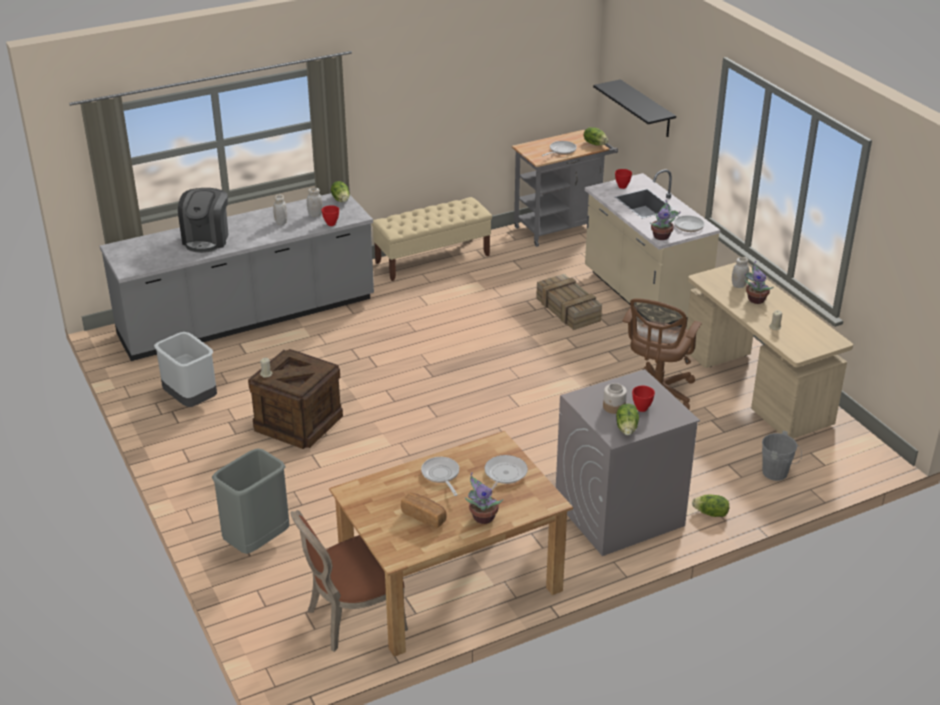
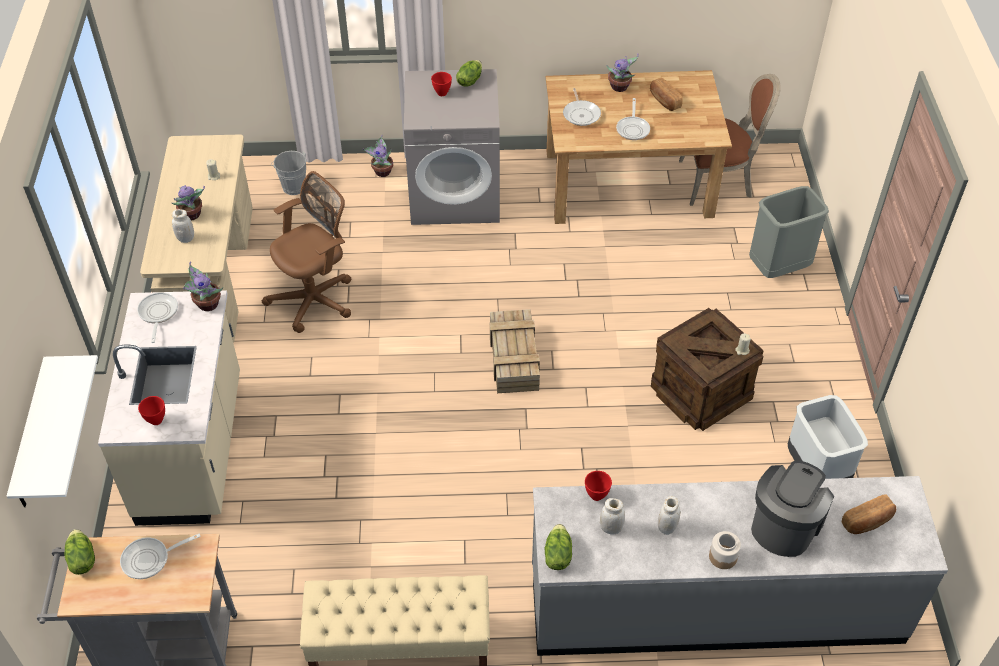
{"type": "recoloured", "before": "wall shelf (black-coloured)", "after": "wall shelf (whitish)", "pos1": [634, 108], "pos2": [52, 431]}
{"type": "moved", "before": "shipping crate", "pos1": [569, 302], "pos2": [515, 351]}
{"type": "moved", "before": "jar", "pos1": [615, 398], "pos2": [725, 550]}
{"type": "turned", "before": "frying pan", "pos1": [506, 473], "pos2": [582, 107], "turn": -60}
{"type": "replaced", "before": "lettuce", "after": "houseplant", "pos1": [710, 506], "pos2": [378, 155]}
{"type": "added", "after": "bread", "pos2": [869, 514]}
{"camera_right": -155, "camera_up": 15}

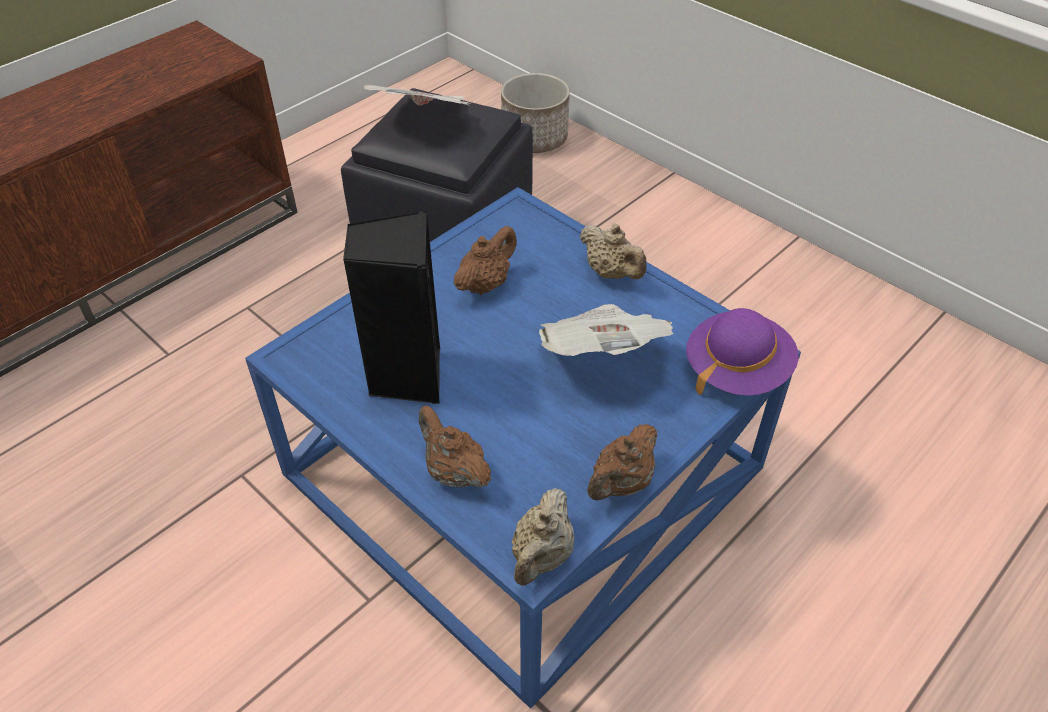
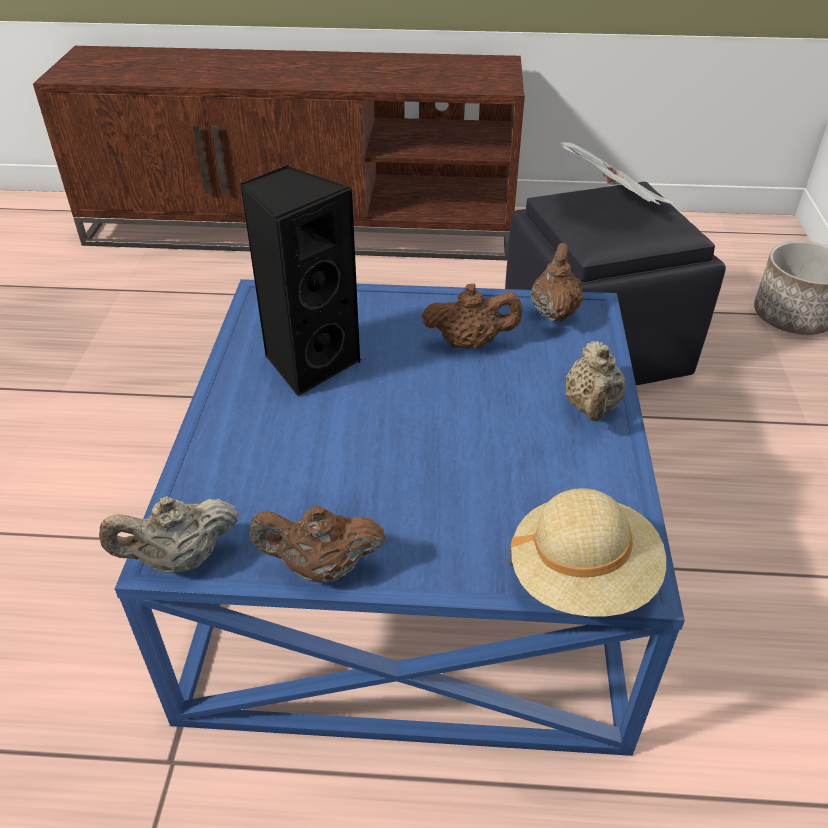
{"type": "removed", "before": "daily paper", "pos1": [606, 330]}
{"type": "recoloured", "before": "hat (purple)", "after": "hat (sand-coloured)", "pos1": [742, 352], "pos2": [587, 552]}
{"type": "moved", "before": "teapot (brown-coloured)", "pos1": [455, 447], "pos2": [557, 282]}
{"camera_right": 50, "camera_up": -5}

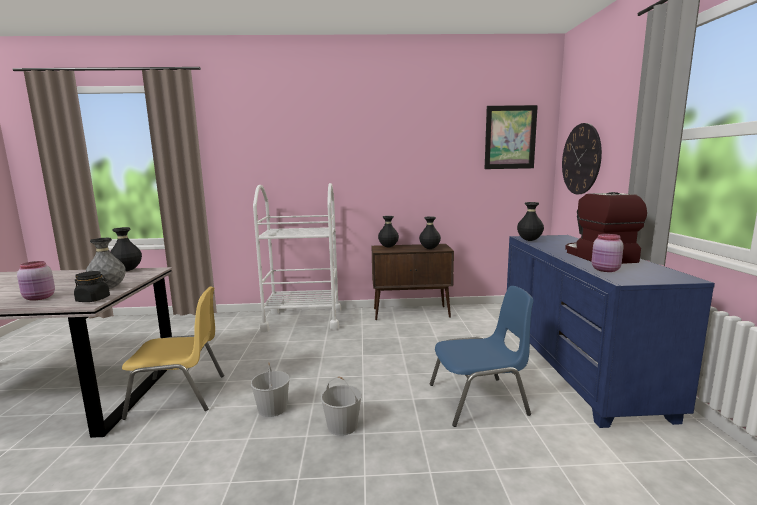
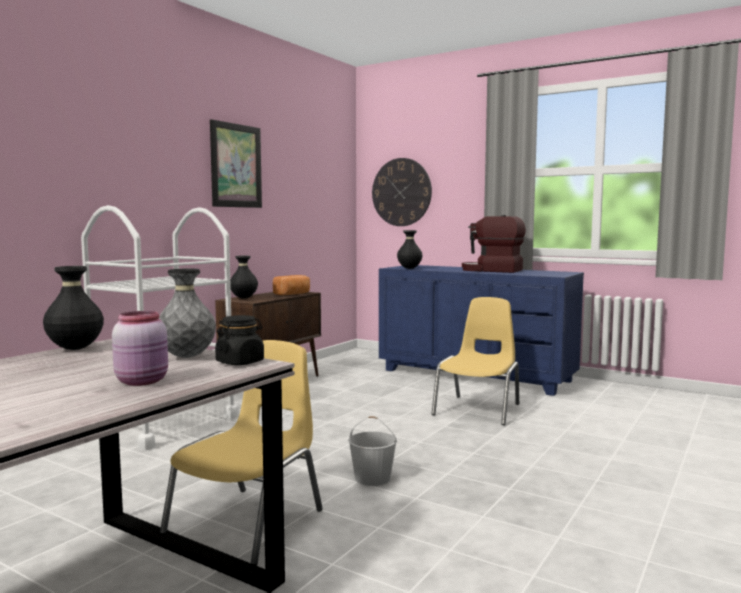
{"type": "moved", "before": "wall picture", "pos1": [511, 137], "pos2": [236, 163]}
{"type": "replaced", "before": "decorative vase (black-coloured)", "after": "bread", "pos1": [430, 232], "pos2": [291, 285]}
{"type": "removed", "before": "jar (pink)", "pos1": [608, 253]}
{"type": "recoloured", "before": "plain chair (bluish)", "after": "plain chair (yellowish)", "pos1": [481, 356], "pos2": [475, 361]}
{"type": "removed", "before": "water bucket (whitish)", "pos1": [341, 406]}
{"camera_right": -55, "camera_up": -5}

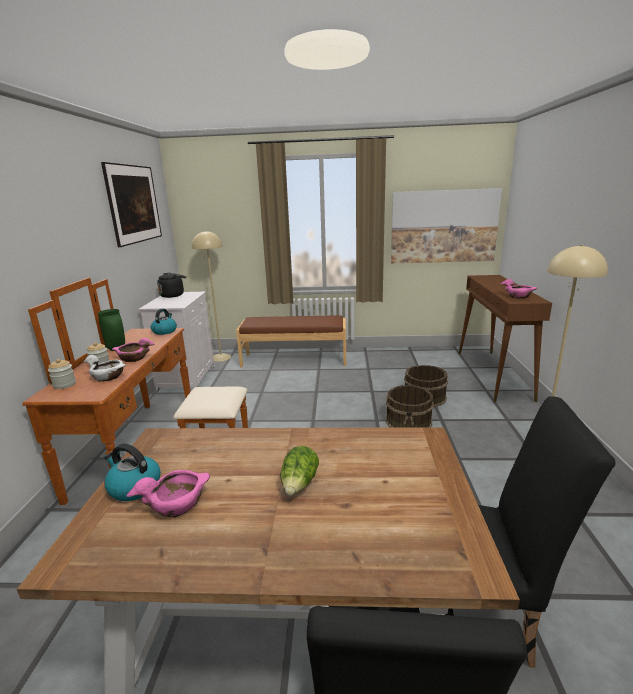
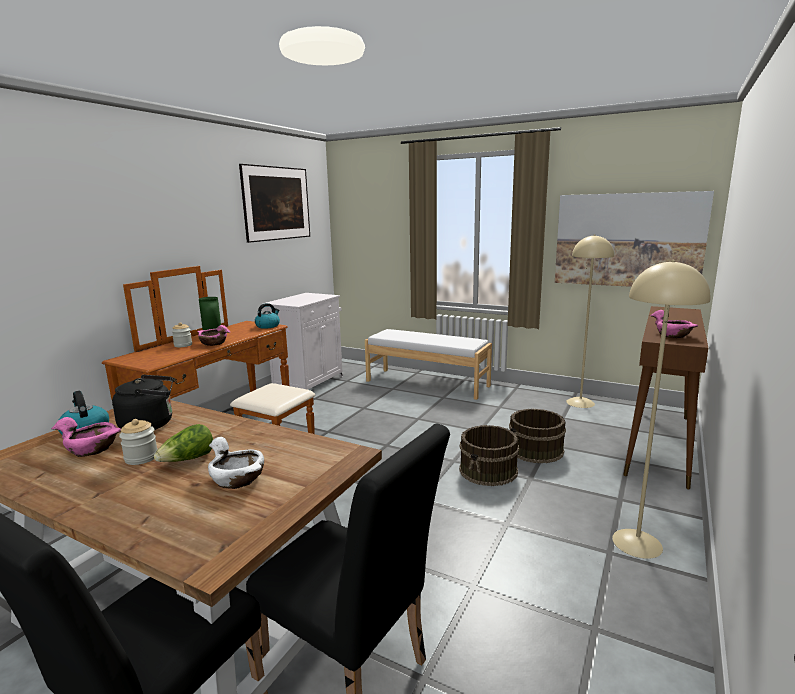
{"type": "moved", "before": "standard lamp (sand-coloured)", "pos1": [211, 296], "pos2": [590, 321]}
{"type": "moved", "before": "tea kettle (black-coloured)", "pos1": [171, 285], "pos2": [142, 402]}
{"type": "recoloured", "before": "indoor bench (brown-coloured)", "after": "indoor bench (whitish)", "pos1": [291, 342], "pos2": [428, 364]}
{"type": "moved", "before": "deep dish (whitish)", "pos1": [104, 368], "pos2": [236, 463]}
{"type": "moved", "before": "jar", "pos1": [62, 374], "pos2": [138, 442]}
{"camera_right": 25, "camera_up": -5}

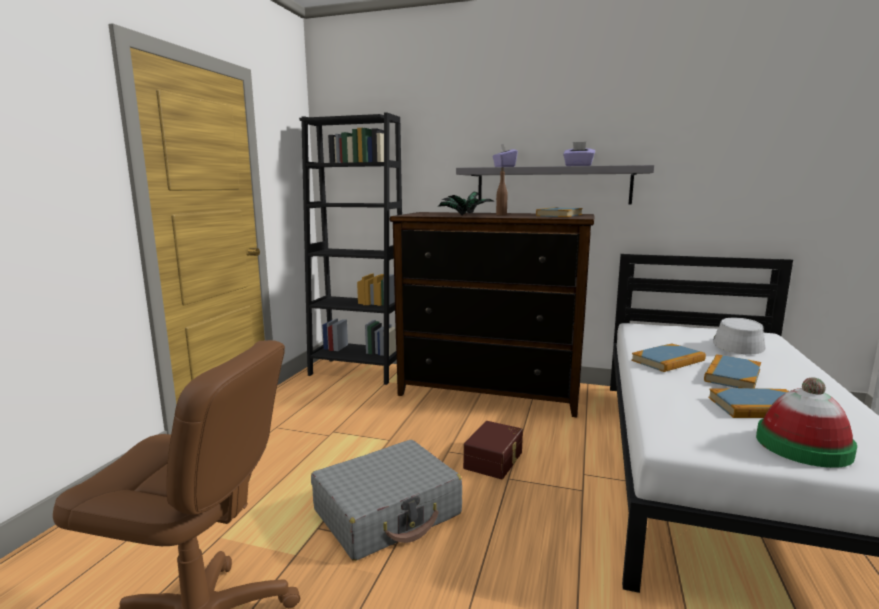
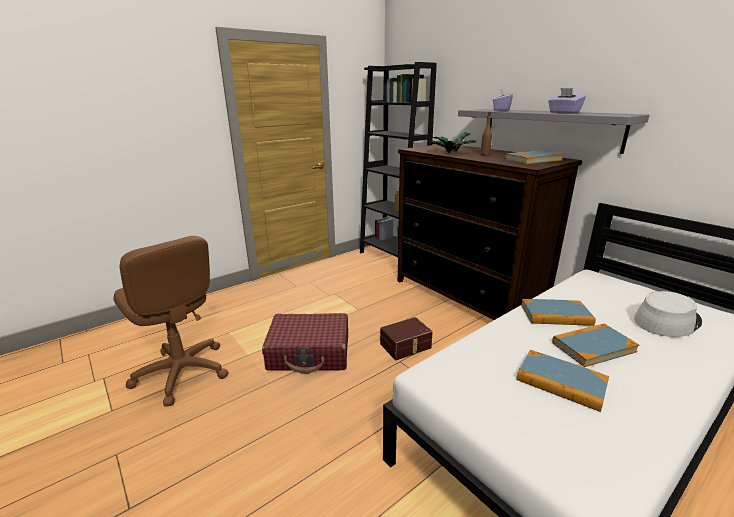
{"type": "removed", "before": "hat", "pos1": [806, 422]}
{"type": "recoloured", "before": "suitcase (grey)", "after": "suitcase (red-coloured)", "pos1": [386, 500], "pos2": [305, 343]}
{"camera_right": 35, "camera_up": 10}

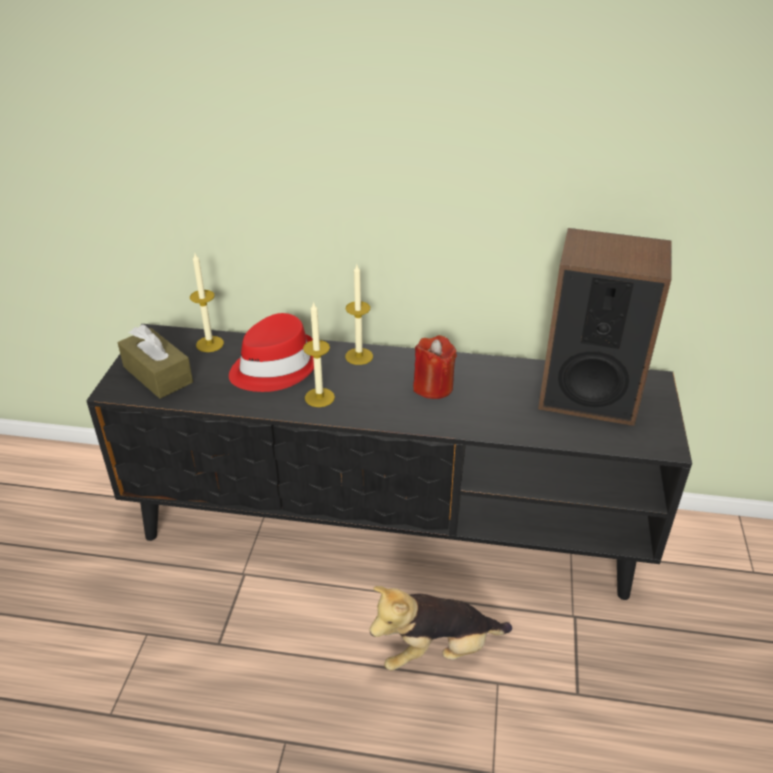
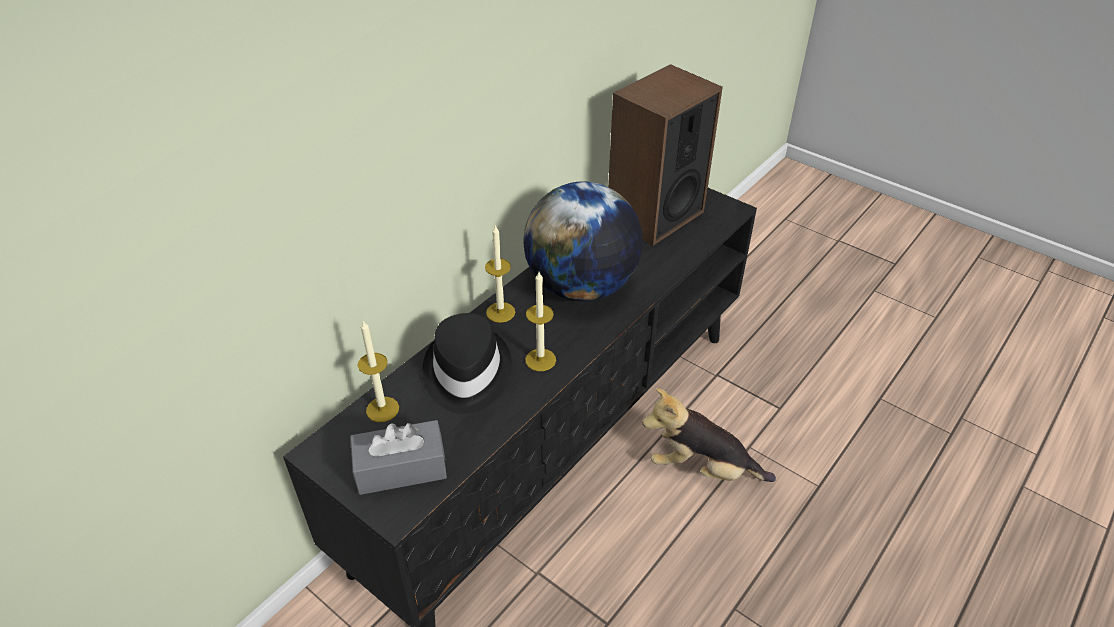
{"type": "recoloured", "before": "hat (red-coloured)", "after": "hat (black-coloured)", "pos1": [271, 352], "pos2": [467, 363]}
{"type": "recoloured", "before": "box of tissues (brown-coloured)", "after": "box of tissues (grey)", "pos1": [155, 361], "pos2": [398, 457]}
{"type": "replaced", "before": "candle (red-coloured)", "after": "desk globe", "pos1": [435, 367], "pos2": [583, 241]}
{"type": "turned", "before": "soft toy", "pos1": [440, 628], "pos2": [709, 435], "turn": 90}
{"camera_right": -60, "camera_up": 5}

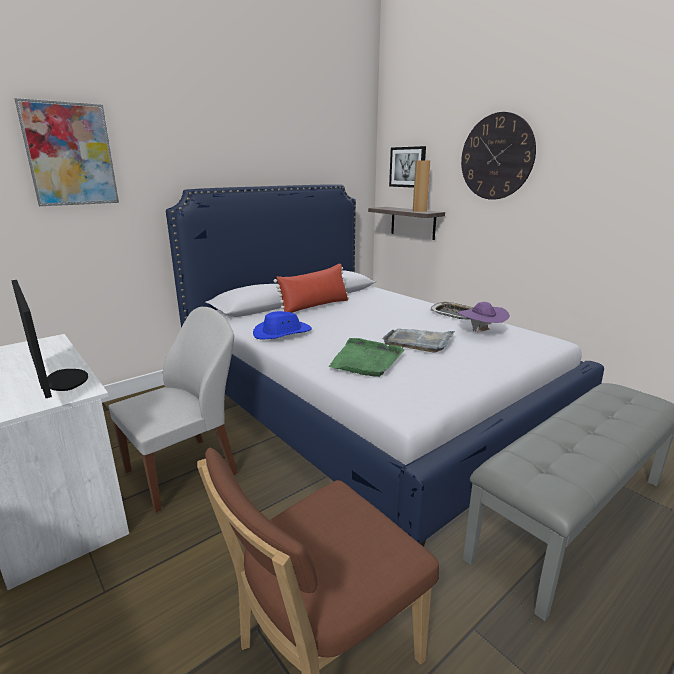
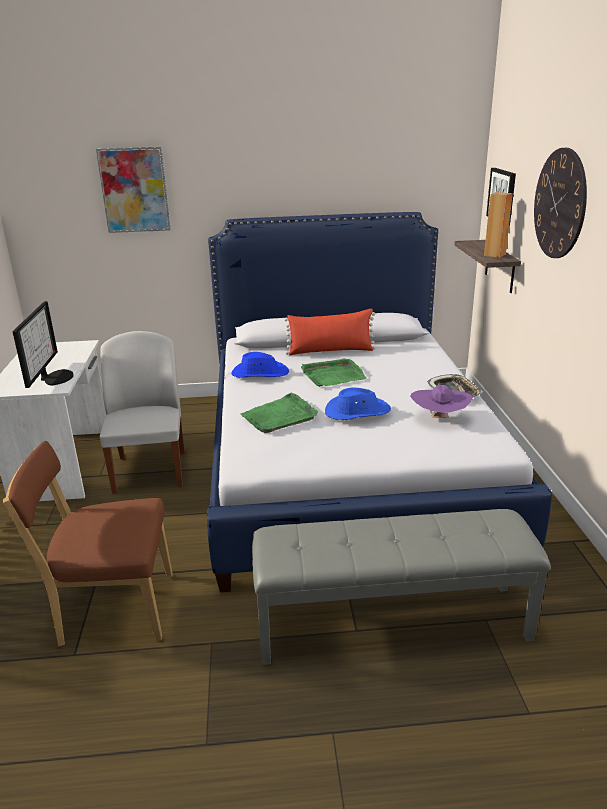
{"type": "turned", "before": "plain chair (whitish)", "pos1": [173, 409], "pos2": [142, 412], "turn": -90}
{"type": "replaced", "before": "carrying tray (grey)", "after": "hat (bluish)", "pos1": [418, 340], "pos2": [358, 404]}
{"type": "added", "after": "carrying tray (greenish)", "pos2": [334, 372]}
{"camera_right": 35, "camera_up": 5}

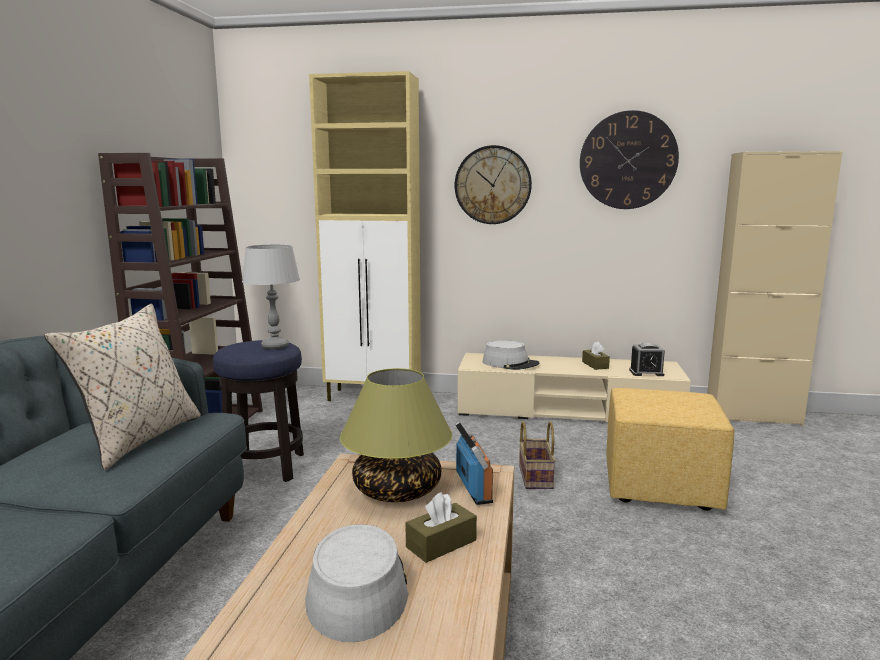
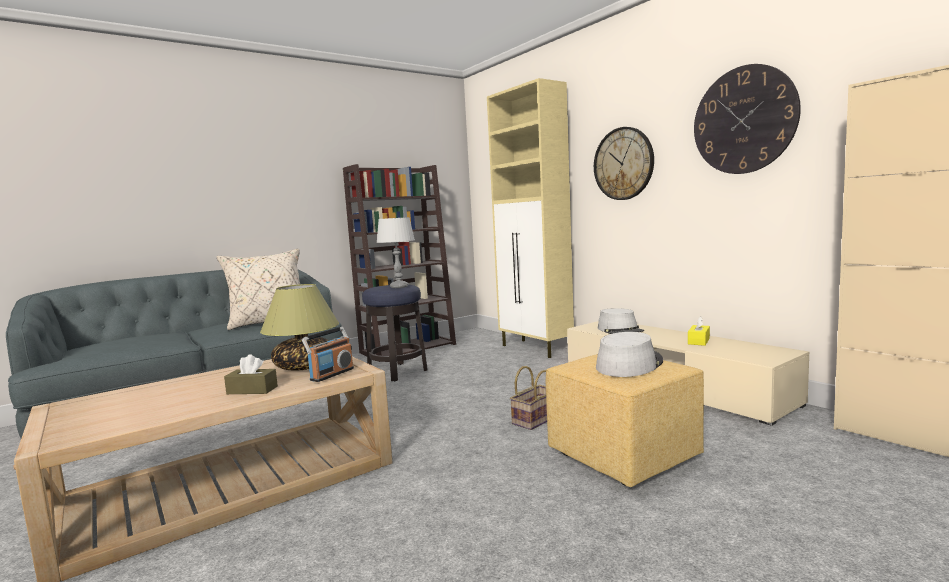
{"type": "recoloured", "before": "box of tissues (brown-coloured)", "after": "box of tissues (yellowish)", "pos1": [596, 356], "pos2": [699, 331]}
{"type": "removed", "before": "table clock", "pos1": [647, 359]}
{"type": "moved", "before": "hat (grey)", "pos1": [356, 583], "pos2": [629, 354]}
{"camera_right": 45, "camera_up": -5}

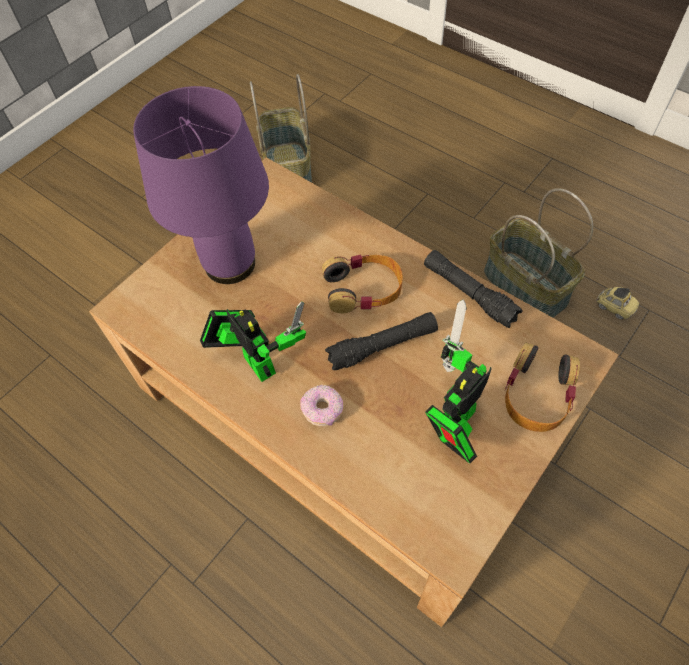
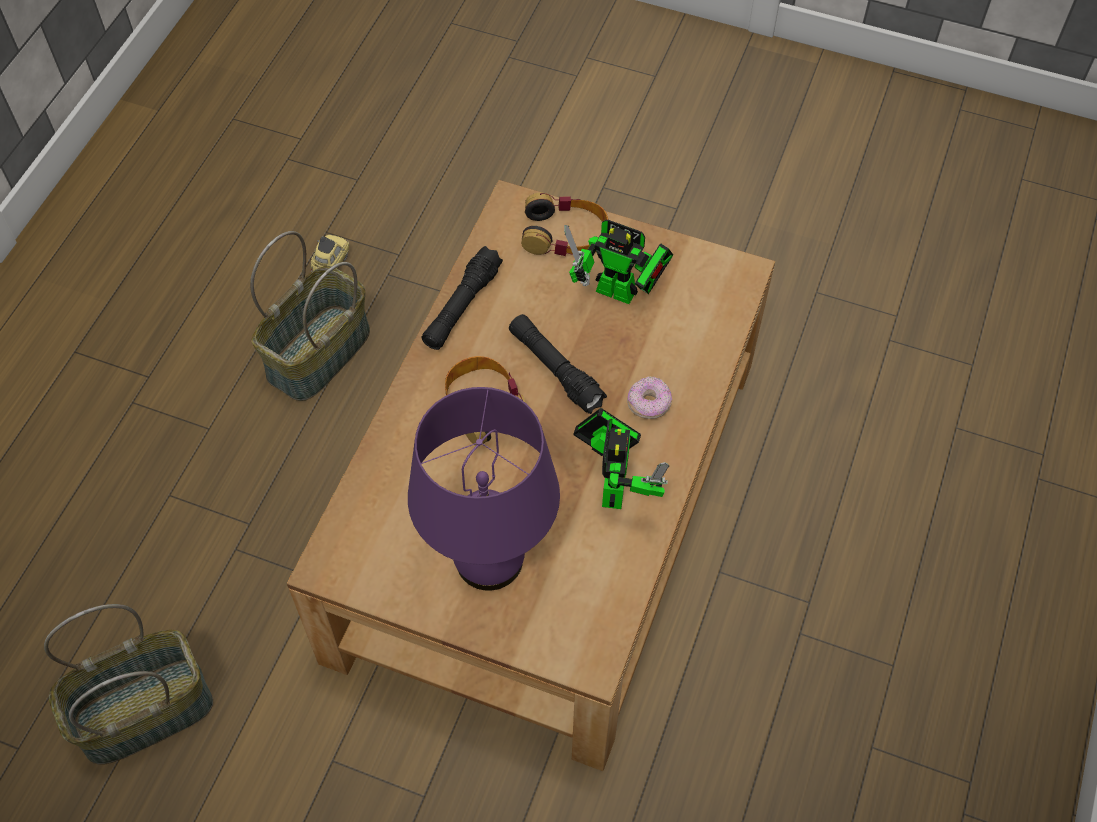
{"type": "turned", "before": "toy robot", "pos1": [253, 342], "pos2": [622, 458], "turn": 150}
{"camera_right": -110, "camera_up": 0}

